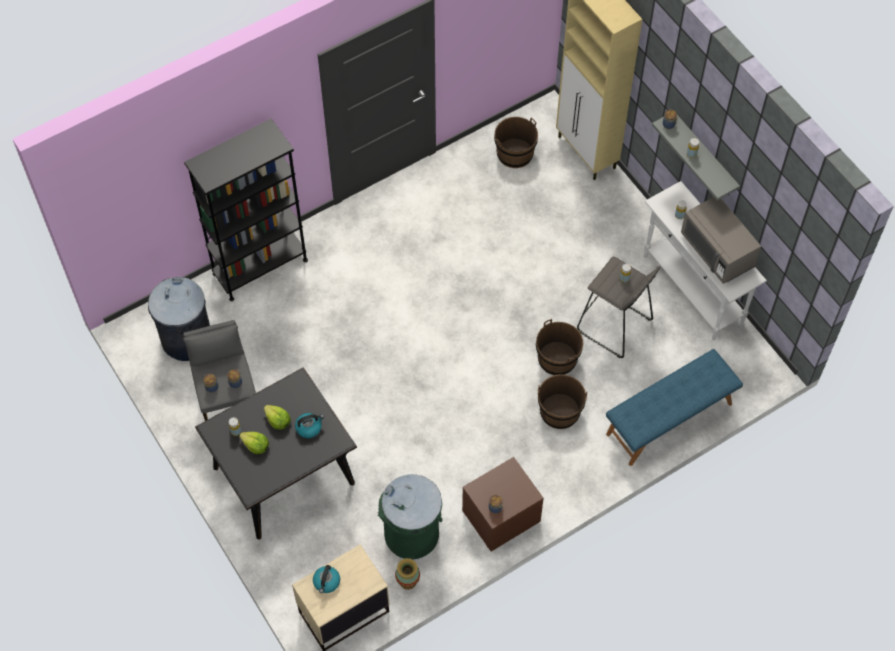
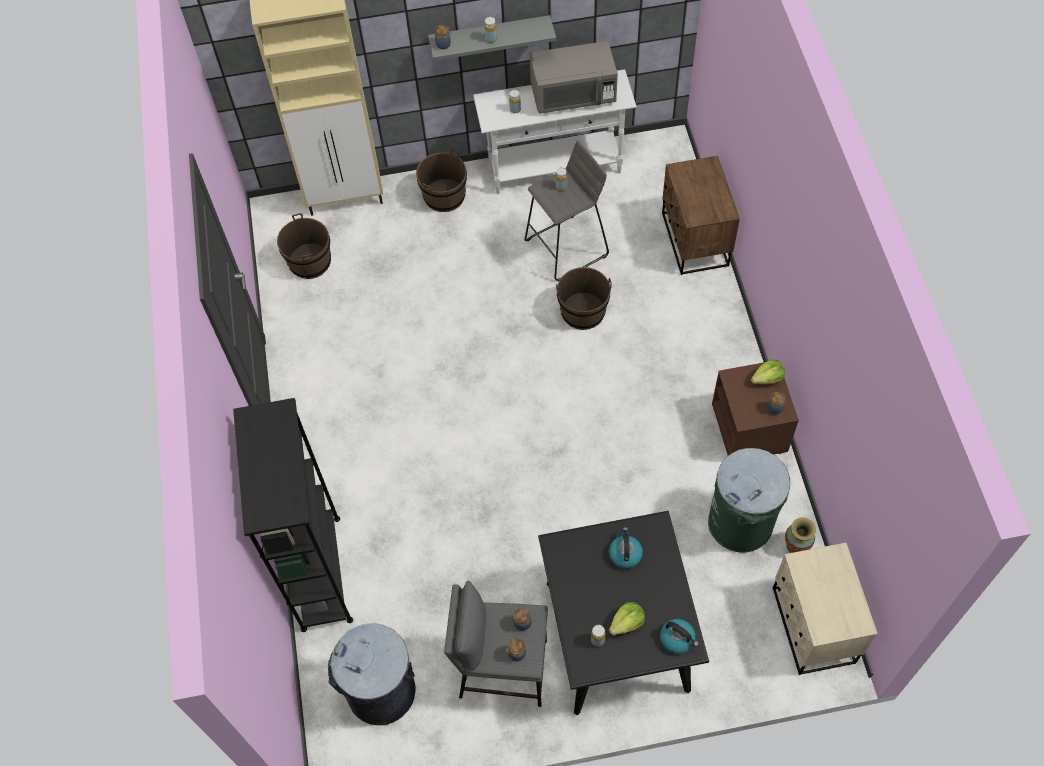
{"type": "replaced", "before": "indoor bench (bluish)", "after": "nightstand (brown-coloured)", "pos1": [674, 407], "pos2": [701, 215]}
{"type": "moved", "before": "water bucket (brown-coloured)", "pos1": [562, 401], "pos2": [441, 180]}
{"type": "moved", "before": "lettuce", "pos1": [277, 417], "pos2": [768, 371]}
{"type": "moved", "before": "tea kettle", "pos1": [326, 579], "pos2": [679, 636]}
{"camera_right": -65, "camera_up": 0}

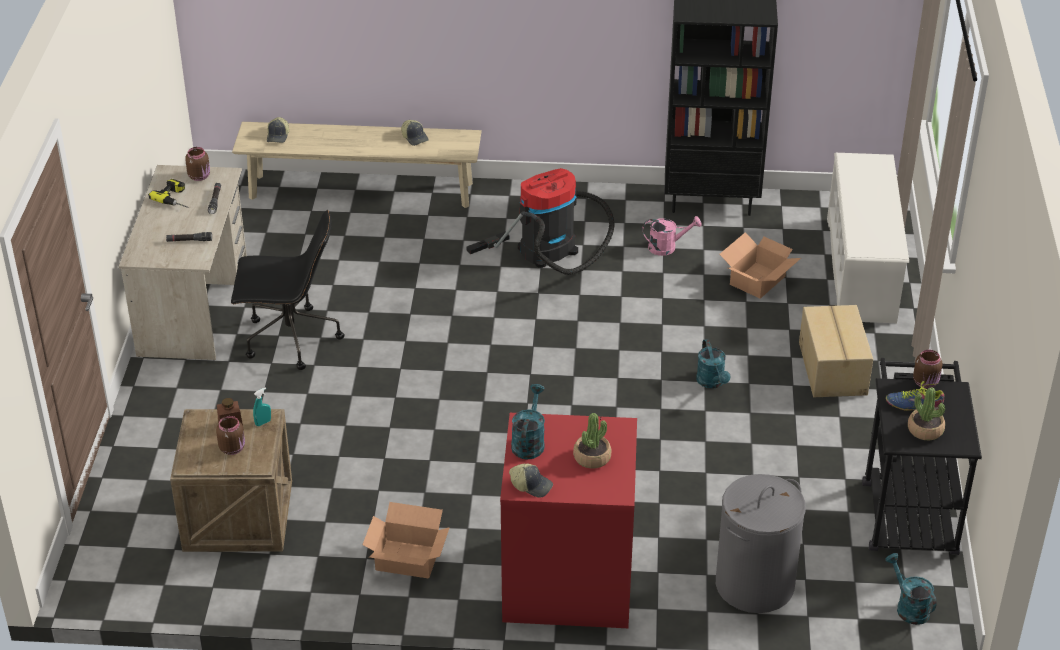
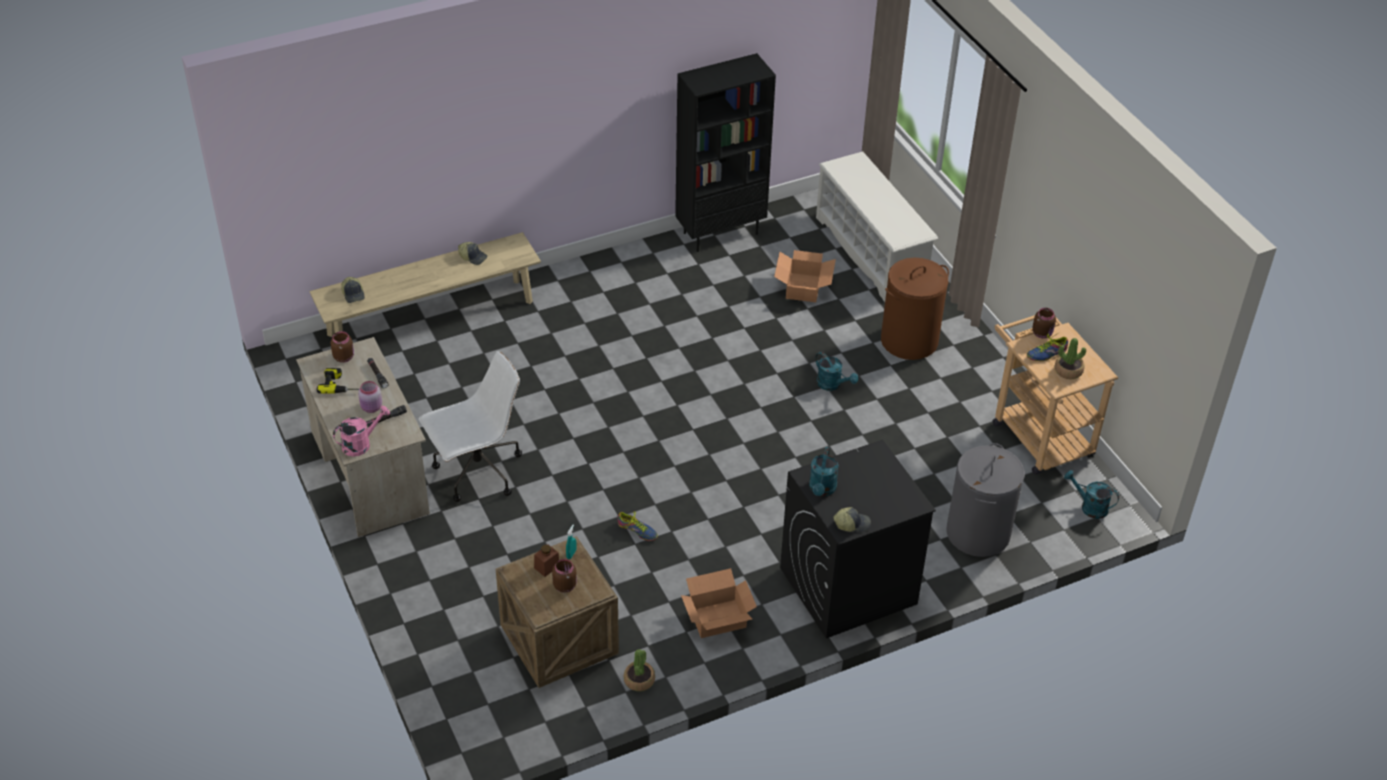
{"type": "removed", "before": "hoover", "pos1": [540, 221]}
{"type": "recoloured", "before": "office chair (black-coloured)", "after": "office chair (whitish)", "pos1": [288, 290], "pos2": [470, 426]}
{"type": "moved", "before": "sprinkling can (pink)", "pos1": [672, 236], "pos2": [361, 431]}
{"type": "replaced", "before": "cardboard box", "after": "washing basket (brown-coloured)", "pos1": [836, 351], "pos2": [915, 309]}
{"type": "recoloured", "before": "trolley (black-coloured)", "after": "trolley (sand-coloured)", "pos1": [922, 456], "pos2": [1055, 395]}
{"type": "turned", "before": "sprinkling can (blue-green)", "pos1": [528, 421], "pos2": [824, 471], "turn": -150}
{"type": "recoloured", "before": "laundry appliance (red-coloured)", "after": "laundry appliance (black-coloured)", "pos1": [568, 520], "pos2": [858, 539]}
{"type": "moved", "before": "houseplant", "pos1": [592, 441], "pos2": [639, 670]}
{"type": "added", "after": "jar (pink)", "pos2": [370, 397]}
{"type": "added", "after": "item of footwear", "pos2": [637, 526]}
{"camera_right": -30, "camera_up": 5}

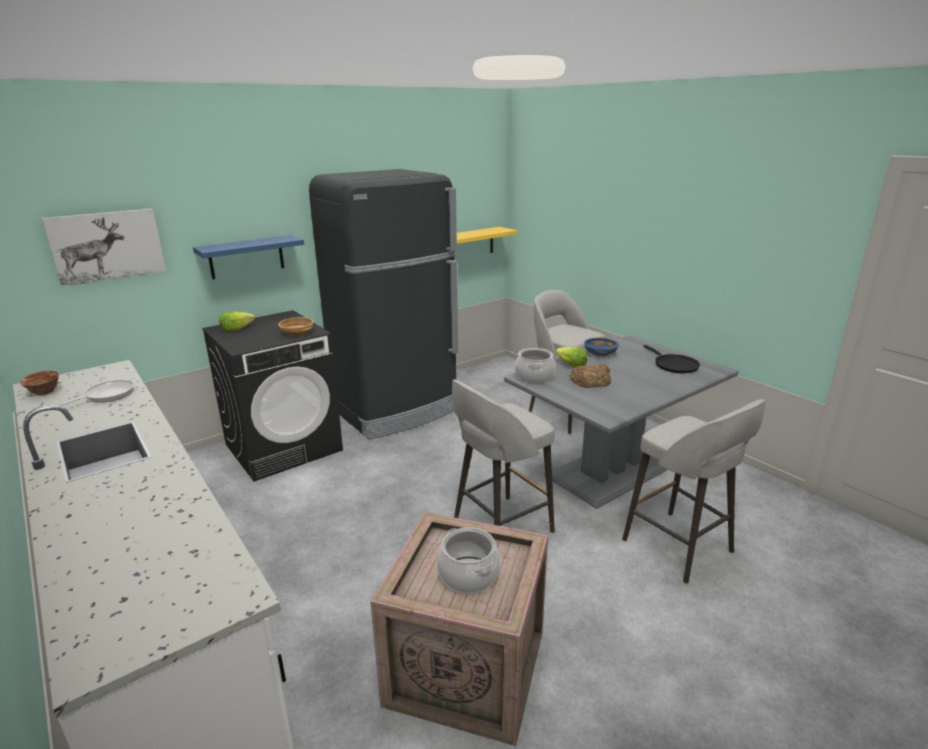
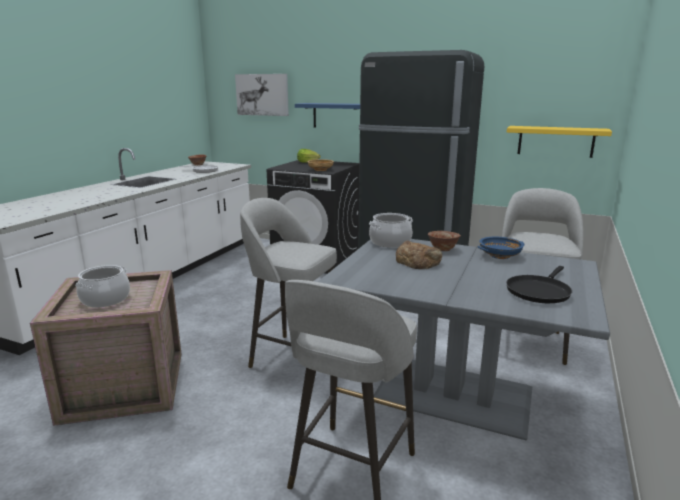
{"type": "replaced", "before": "lettuce", "after": "deep dish", "pos1": [571, 357], "pos2": [444, 241]}
{"camera_right": 60, "camera_up": -5}

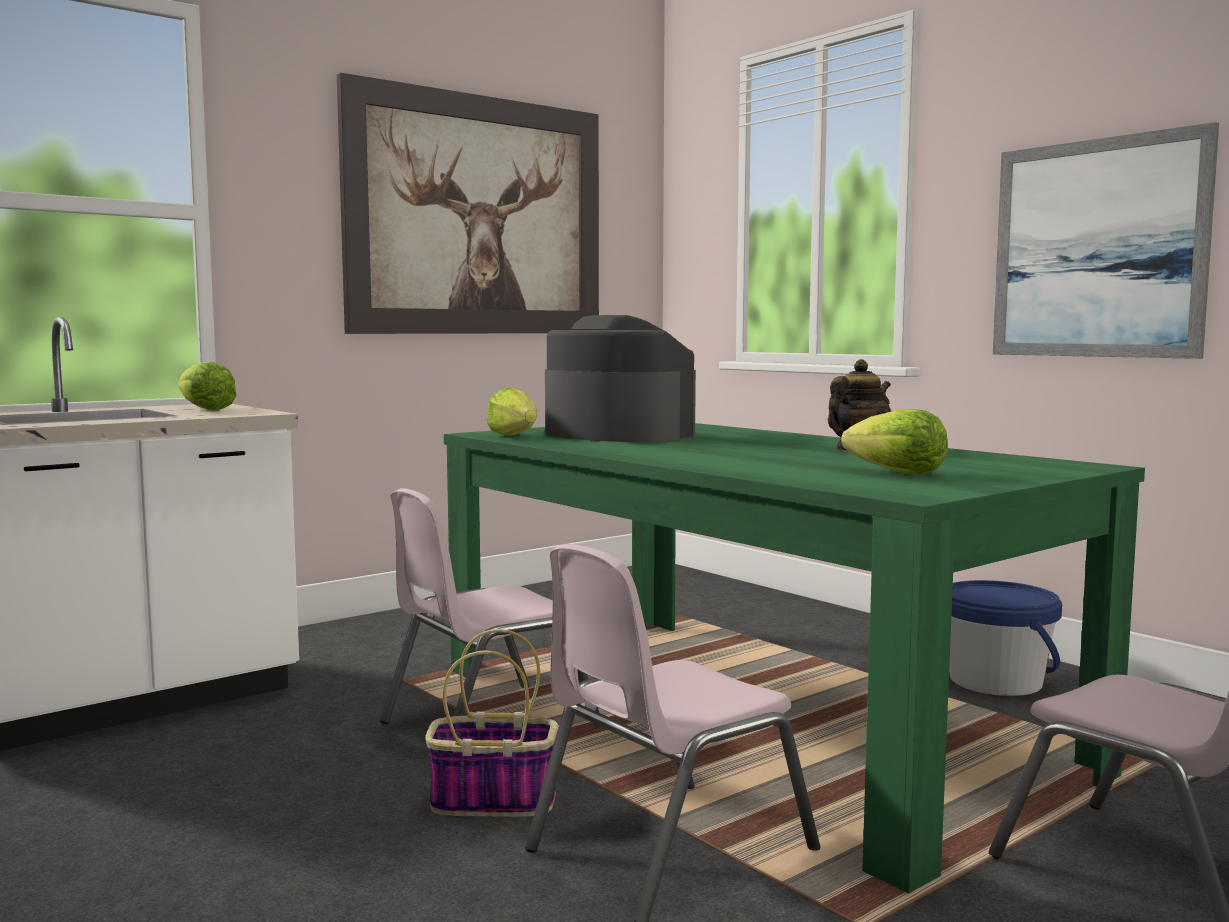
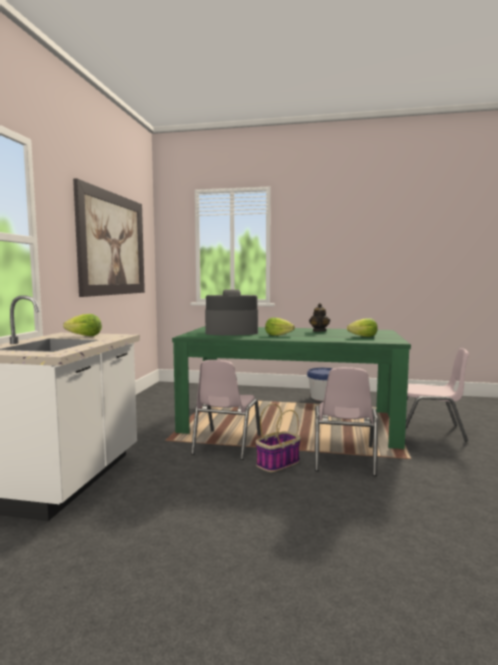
{"type": "removed", "before": "wall picture", "pos1": [1106, 240]}
{"type": "moved", "before": "lettuce", "pos1": [512, 412], "pos2": [280, 326]}
{"camera_right": -40, "camera_up": 0}

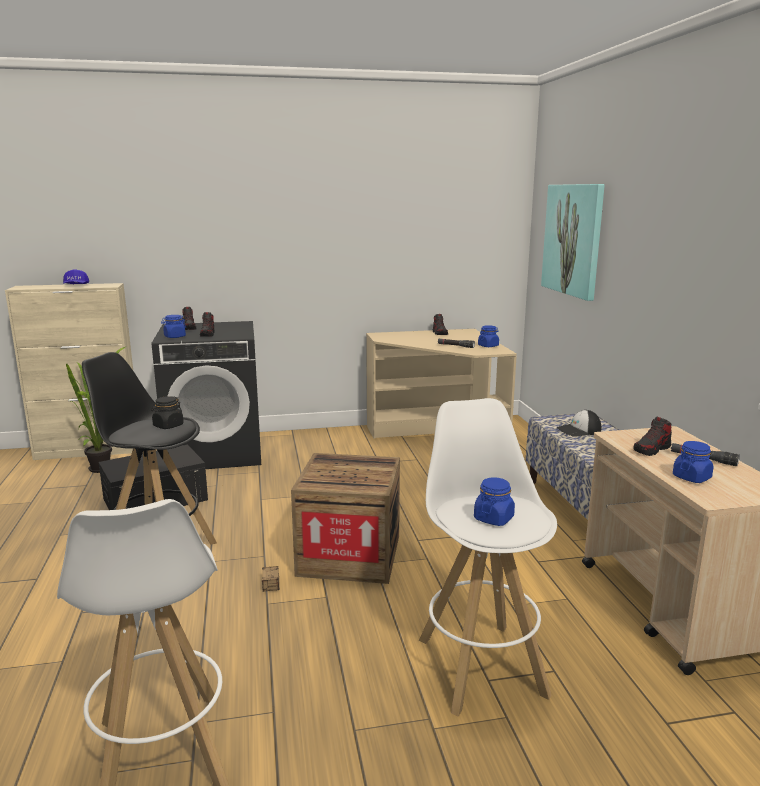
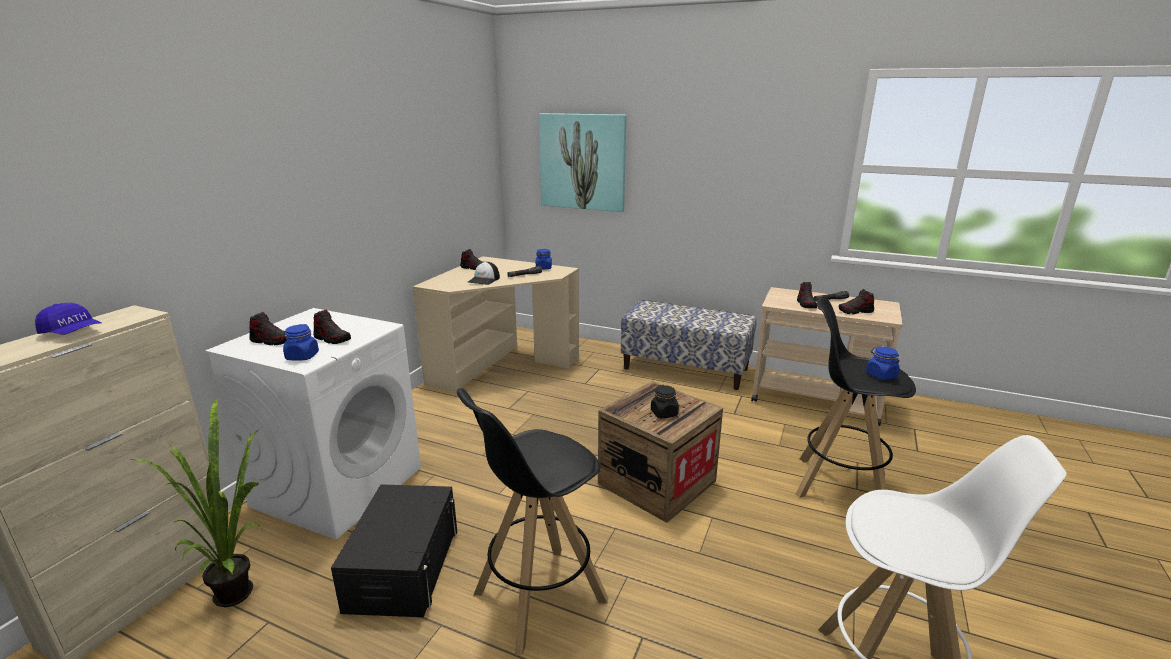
{"type": "recoloured", "before": "laundry appliance (black-coloured)", "after": "laundry appliance (whitish)", "pos1": [206, 395], "pos2": [313, 424]}
{"type": "moved", "before": "jar (black-coloured)", "pos1": [167, 412], "pos2": [665, 401]}
{"type": "recoloured", "before": "stool seat (whitish)", "after": "stool seat (black-coloured)", "pos1": [488, 557], "pos2": [855, 397]}
{"type": "moved", "before": "baseball cap", "pos1": [579, 423], "pos2": [484, 273]}
{"type": "replaced", "before": "jar (bluish)", "after": "item of footwear", "pos1": [693, 462], "pos2": [856, 301]}
{"type": "removed", "before": "storage container", "pos1": [271, 579]}
{"camera_right": -55, "camera_up": 5}

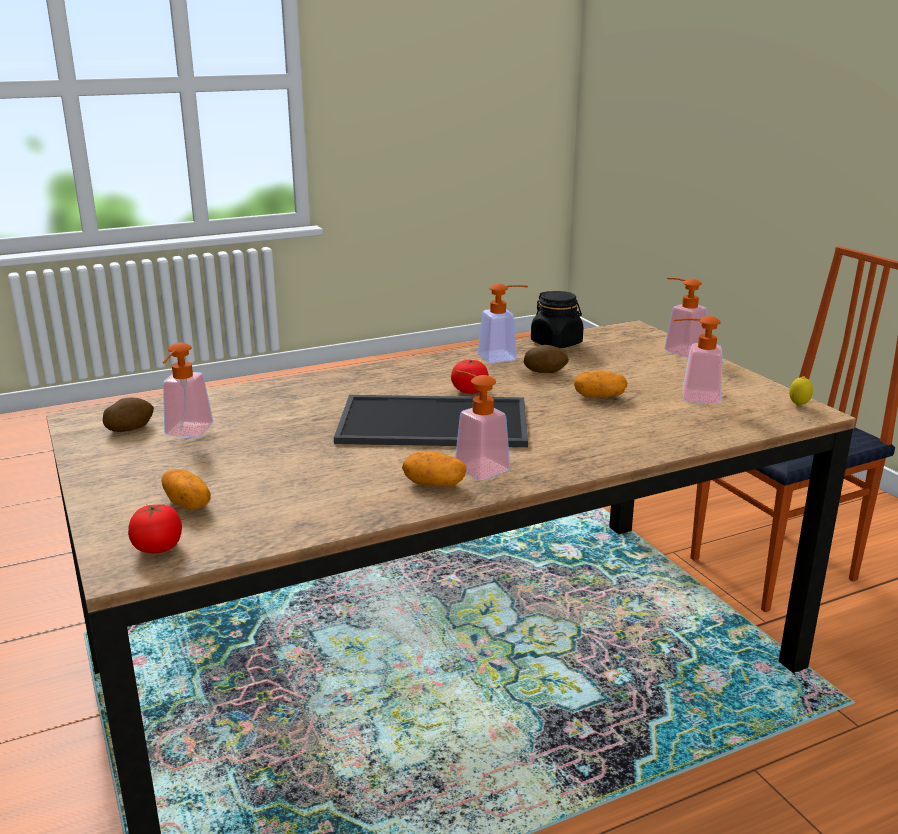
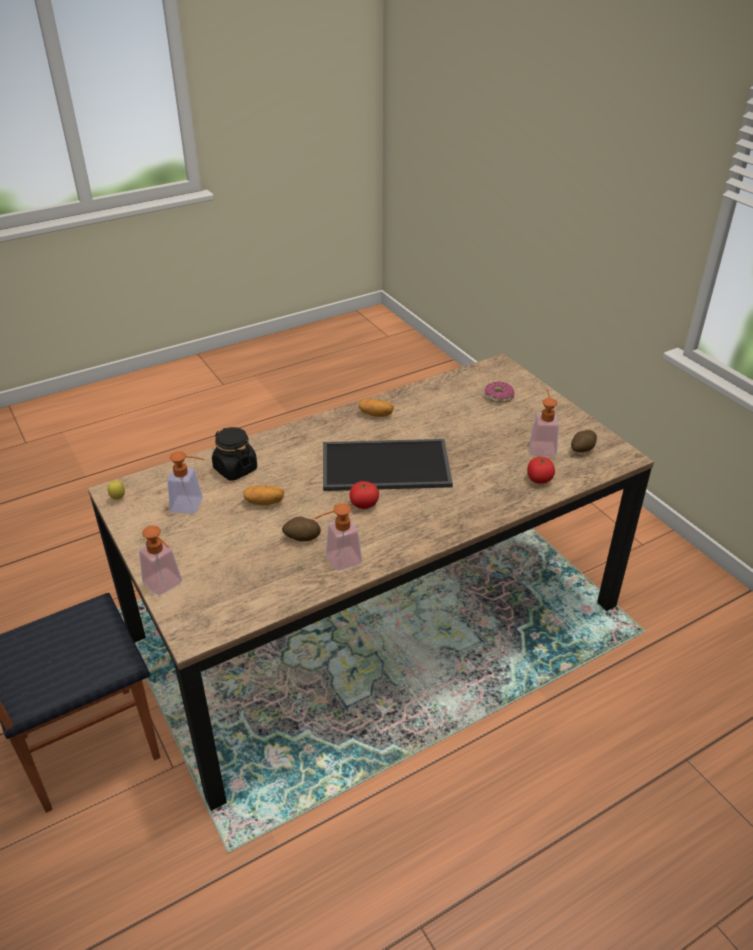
{"type": "moved", "before": "jar (black-coloured)", "pos1": [557, 320], "pos2": [234, 453]}
{"type": "removed", "before": "soap bottle", "pos1": [482, 425]}
{"type": "replaced", "before": "whole potato", "after": "ring doughnut", "pos1": [186, 489], "pos2": [500, 391]}
{"type": "moved", "before": "tomato", "pos1": [155, 529], "pos2": [541, 470]}
{"camera_right": 175, "camera_up": 15}

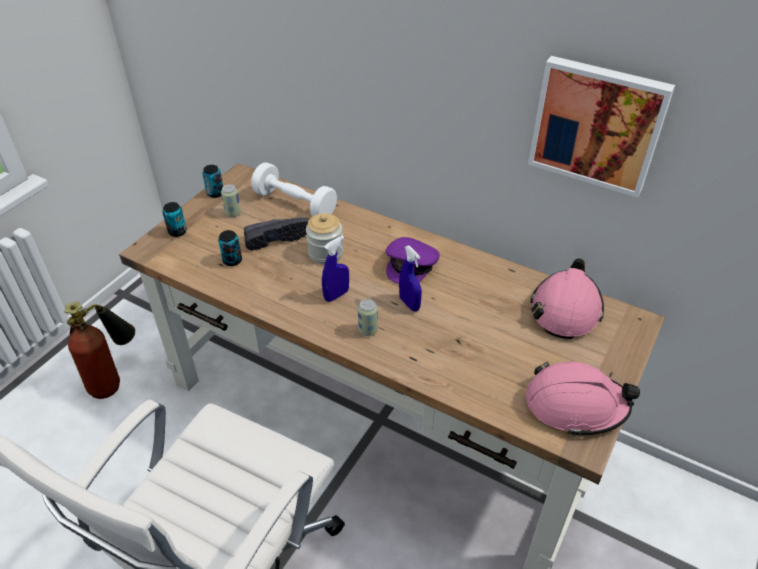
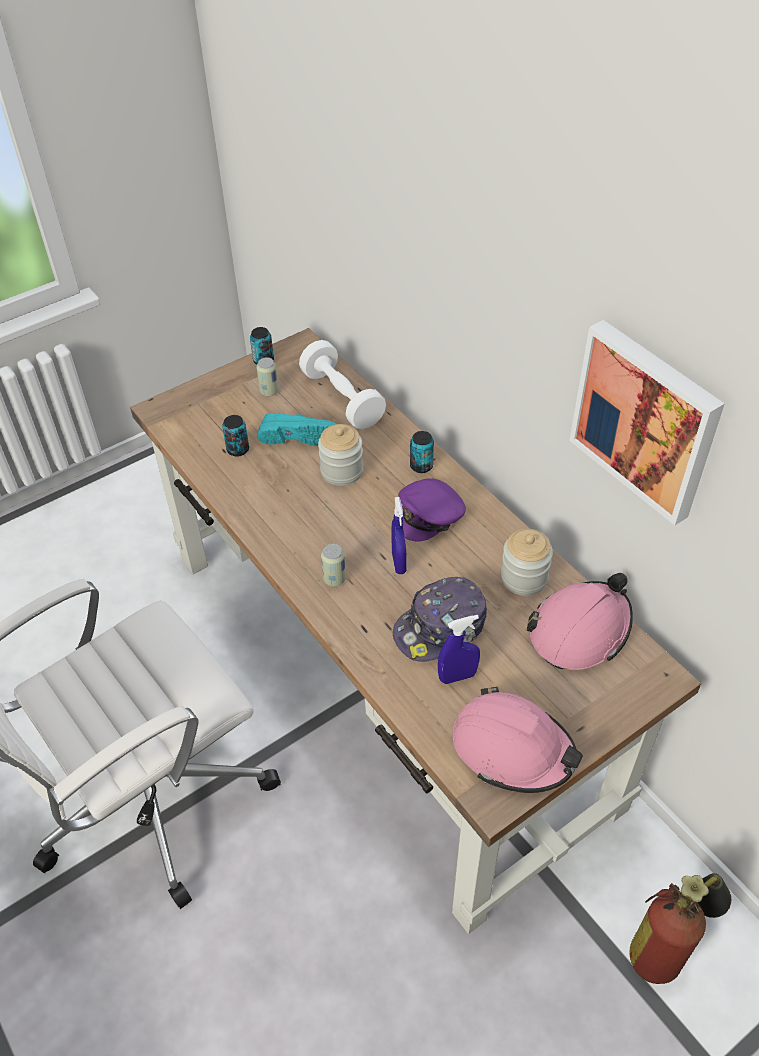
{"type": "moved", "before": "sealed can", "pos1": [174, 219], "pos2": [422, 452]}
{"type": "recoloured", "before": "item of footwear (black-coloured)", "after": "item of footwear (blue-green)", "pos1": [276, 234], "pos2": [296, 429]}
{"type": "moved", "before": "spray bottle (bluish)", "pos1": [335, 269], "pos2": [459, 649]}
{"type": "moved", "before": "fire-fighting cylinder", "pos1": [99, 350], "pos2": [680, 928]}
{"type": "added", "after": "jar", "pos2": [527, 562]}
{"type": "added", "after": "baseball cap", "pos2": [440, 619]}
{"camera_right": 25, "camera_up": 5}

